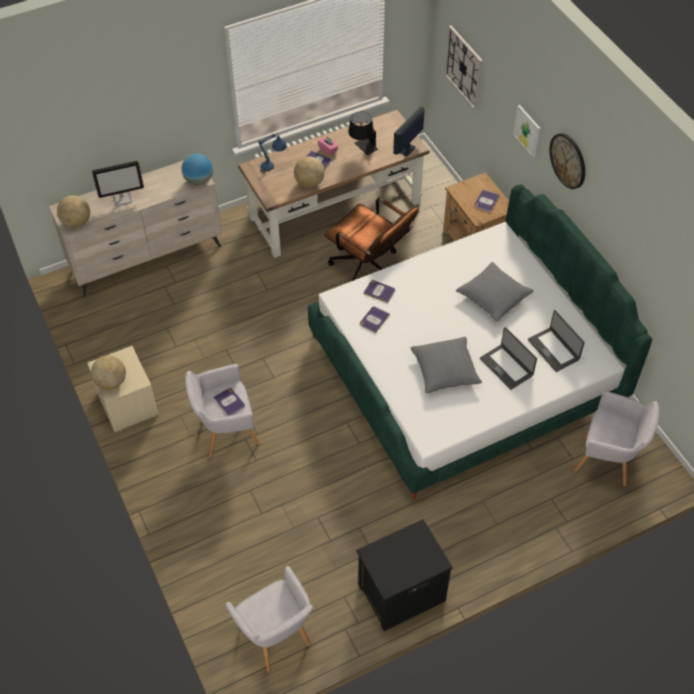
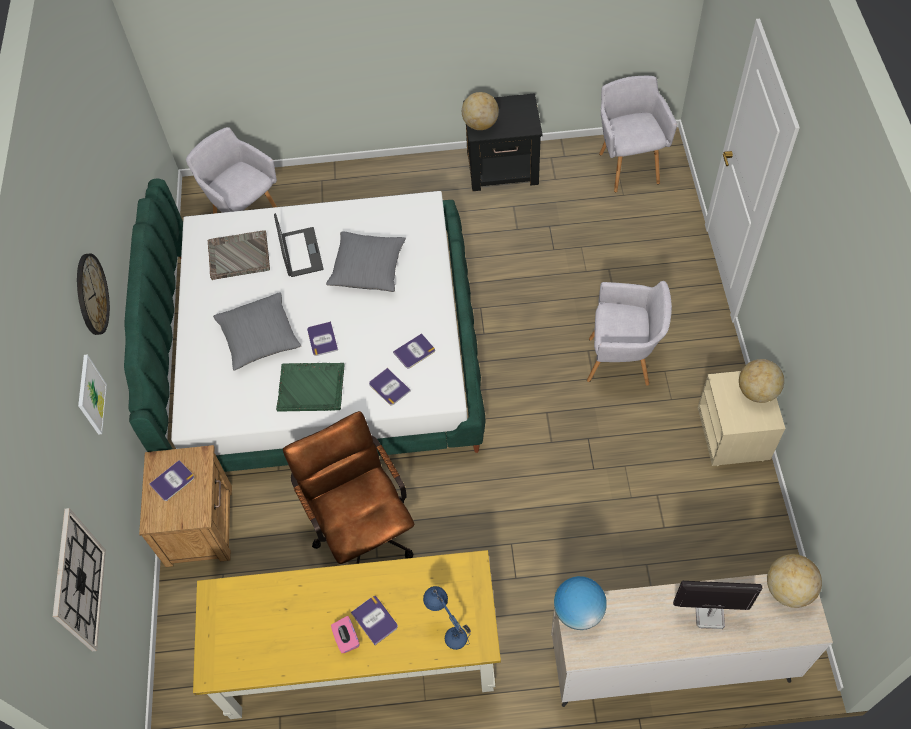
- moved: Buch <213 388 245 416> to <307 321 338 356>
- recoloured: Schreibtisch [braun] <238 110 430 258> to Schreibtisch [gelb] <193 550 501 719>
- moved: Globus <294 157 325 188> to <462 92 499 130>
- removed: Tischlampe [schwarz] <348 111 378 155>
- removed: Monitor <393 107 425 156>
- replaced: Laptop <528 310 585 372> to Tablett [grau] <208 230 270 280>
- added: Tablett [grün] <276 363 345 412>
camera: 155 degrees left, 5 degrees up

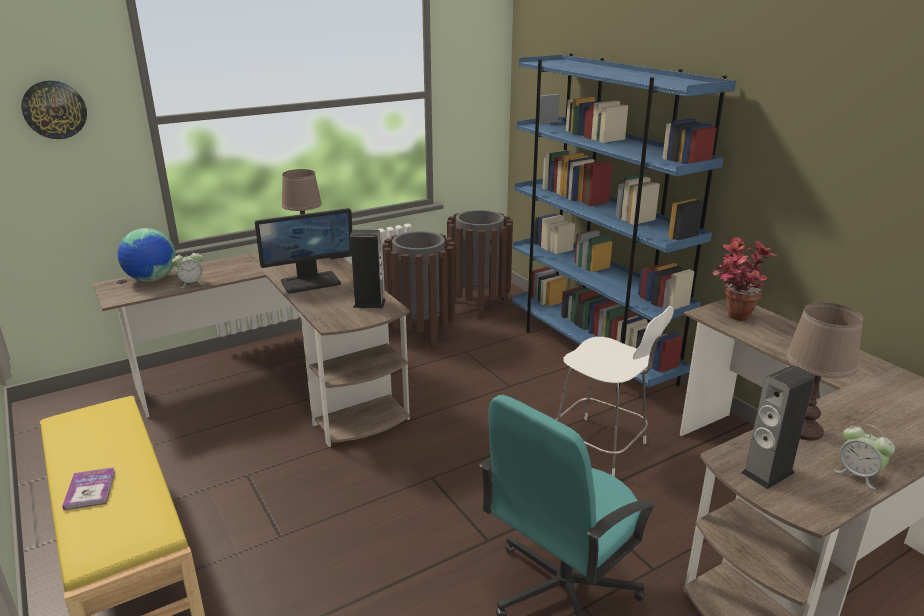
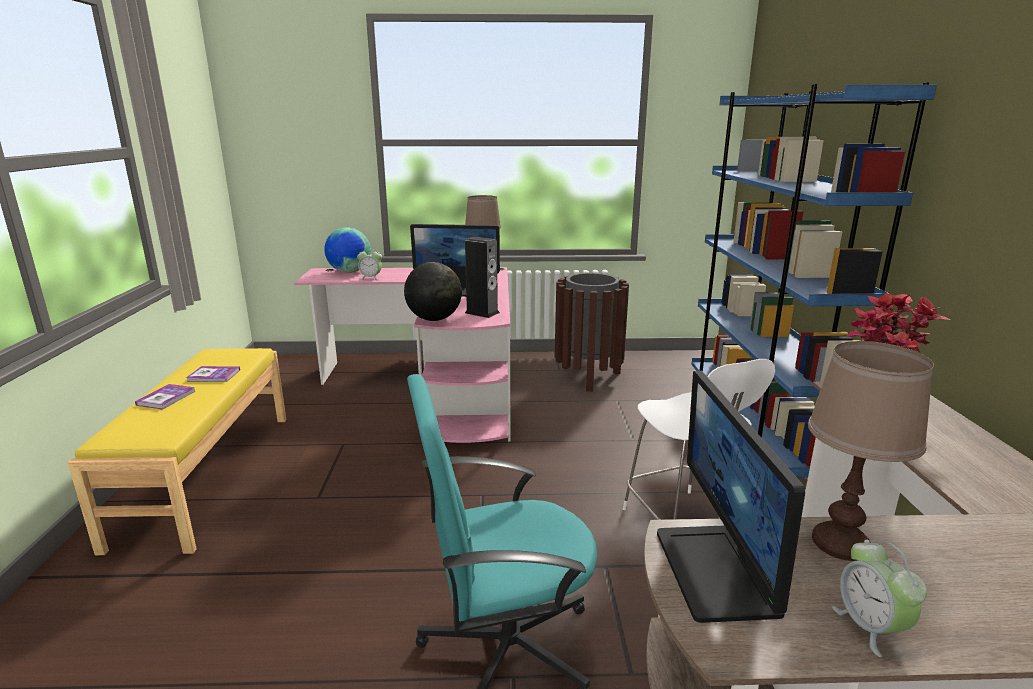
- removed: Wanduhr <21 80 87 139>
- recoloured: Schreibtisch [braun] <93 252 410 447> to Schreibtisch [rosa] <294 267 511 443>
- removed: Mülleimer [braun] <447 210 513 319>
- replaced: Lautsprecher <741 365 815 489> to Monitor <657 371 805 623>
- added: Buch <186 366 240 382>
- added: Globus <404 262 462 321>
camera: 30 degrees right, 5 degrees down

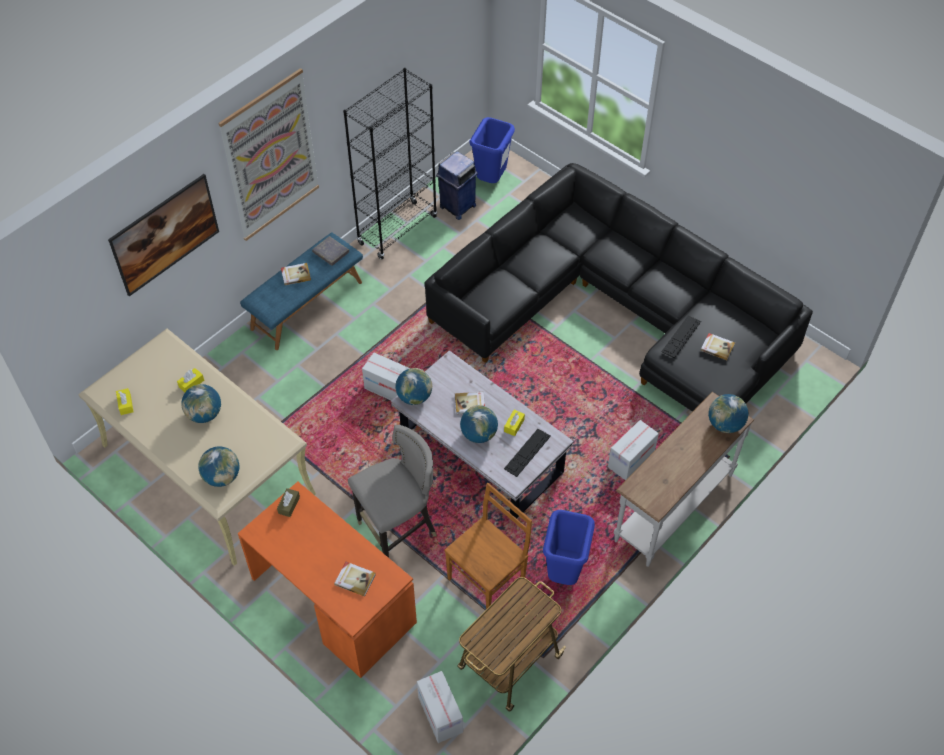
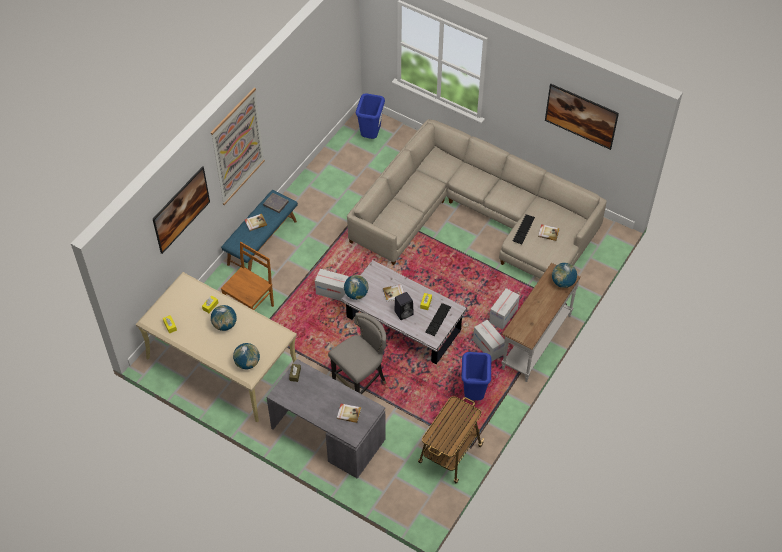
- recoloured: Schreibtisch [orange] <238 482 417 678> to Schreibtisch [grau] <266 359 386 479>
- removed: Bücherregal [schwarz] <343 68 437 259>
- moved: Karton <417 671 463 743> to <473 320 505 362>
- recoloured: Sofa [schwarz] <425 163 813 412> to Sofa [beige] <347 119 607 279>
- removed: Mülleimer [blau] <436 151 478 220>
- moved: Stuhl [braun] <444 483 532 609> to <221 242 274 310>
- replaced: Globus <460 405 498 443> to Lautsprecher [schwarz] <394 292 413 320>
- added: Bild <545 84 619 150>
camera: 10 degrees left, 0 degrees up

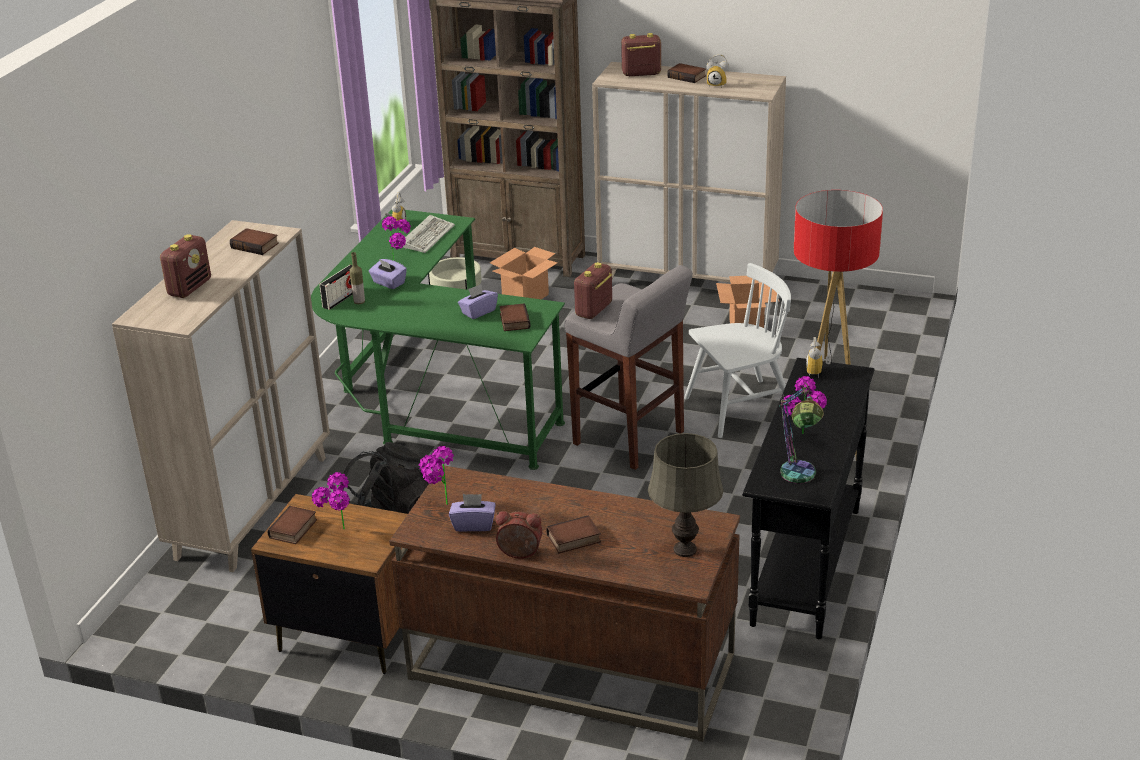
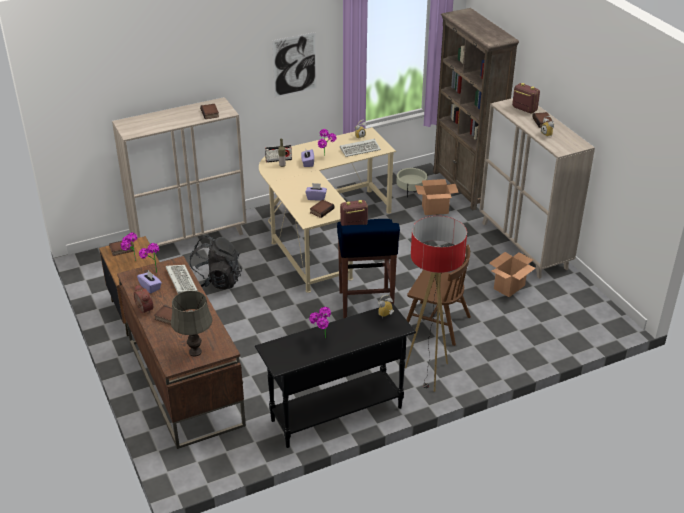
- removed: Radio <160 234 211 298>
- recoloured: Schreibtisch [grün] <311 210 565 470> to Schreibtisch [beige] <259 127 396 293>
- recoloured: Hocker [grau] <565 265 693 470> to Hocker [blau] <337 219 400 318>
- recoloured: Stuhl [weiß] <684 263 791 438> to Stuhl [braun] <406 245 471 346>
- removed: Tischlampe <779 382 824 484>
- added: Tastatur <166 265 198 294>
- added: Bild <272 32 317 97>
camera: 45 degrees right, 5 degrees up

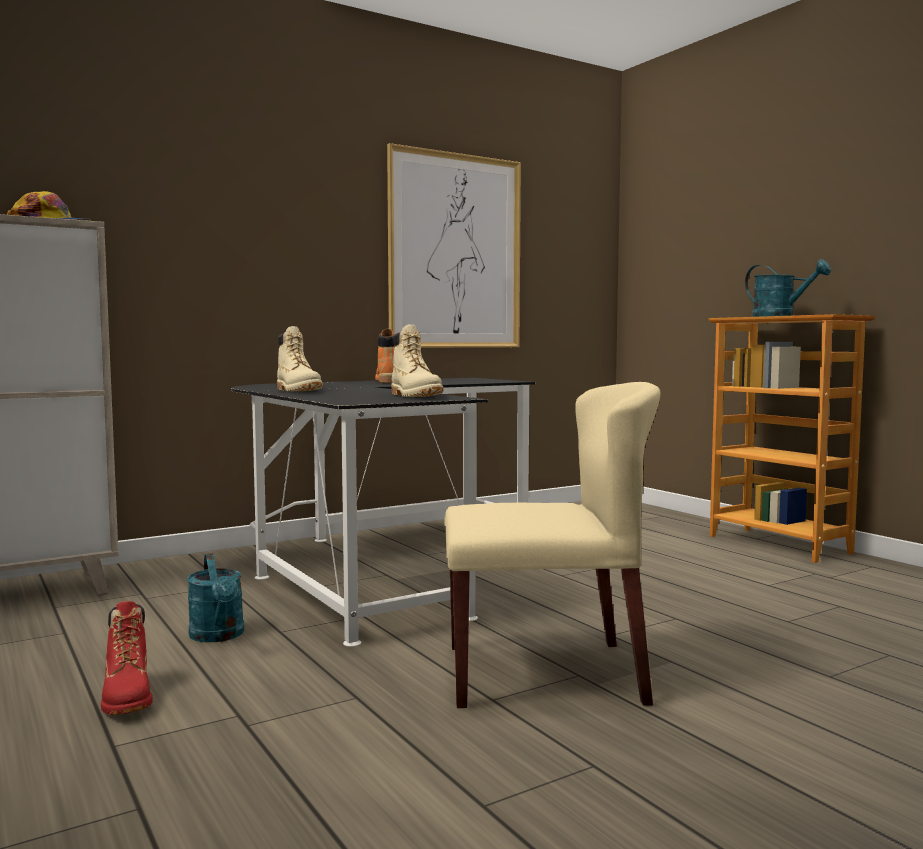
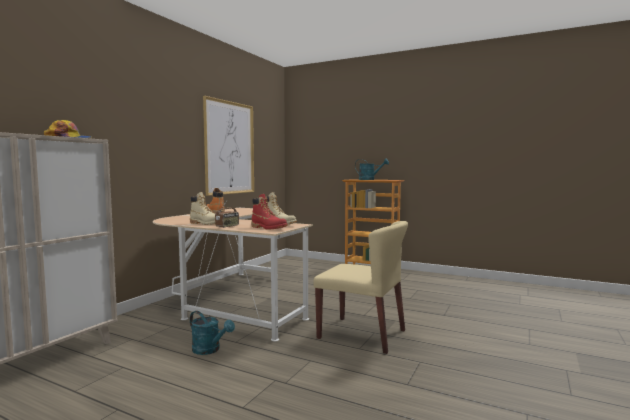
- moved: Stiefel [rot] <101 601 153 715> to <251 194 288 230>
- recoloured: Schreibtisch [schwarz] <231 378 535 647> to Schreibtisch [beige] <153 208 313 342>
- turned: Stuhl [beige] <444 382 661 708> = <313 221 408 354> 60 degrees clockwise
- added: Radio <215 201 239 228>
camera: 30 degrees left, 0 degrees up

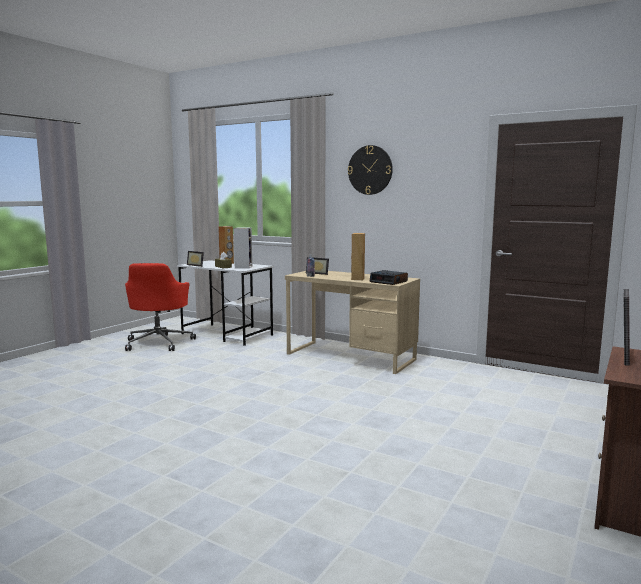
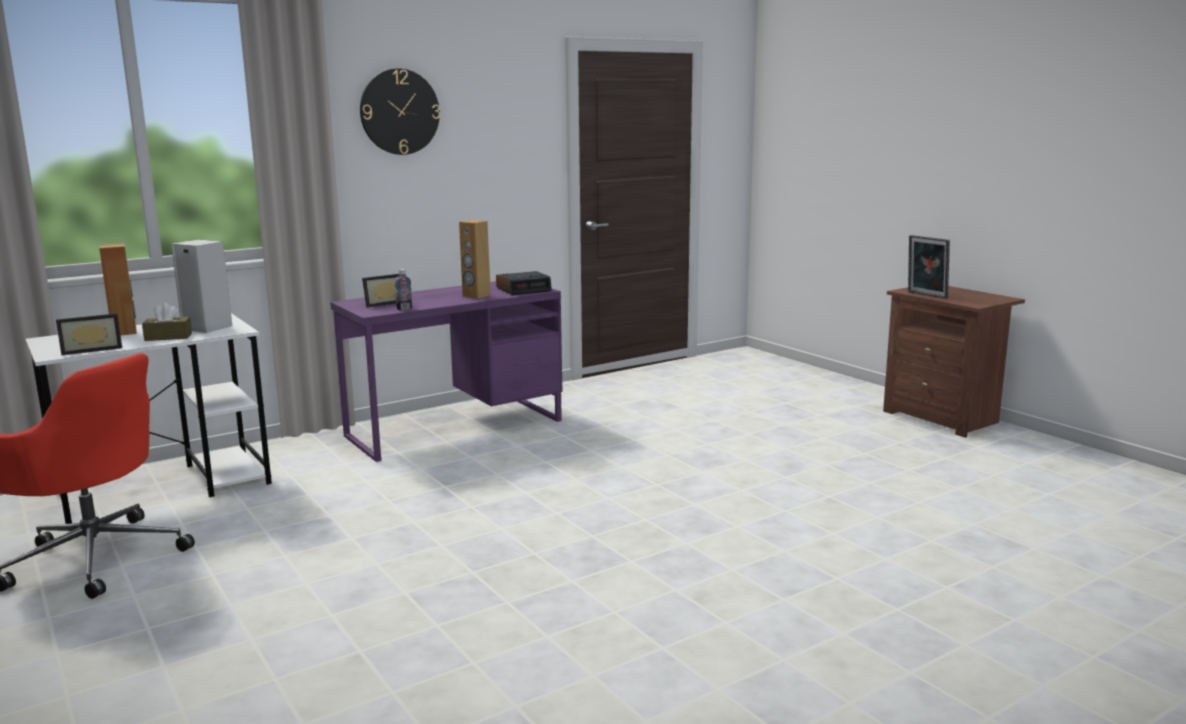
- recoloured: Schreibtisch [beige] <285 271 420 374> to Schreibtisch [lila] <330 281 563 462>
camera: 65 degrees left, 5 degrees up

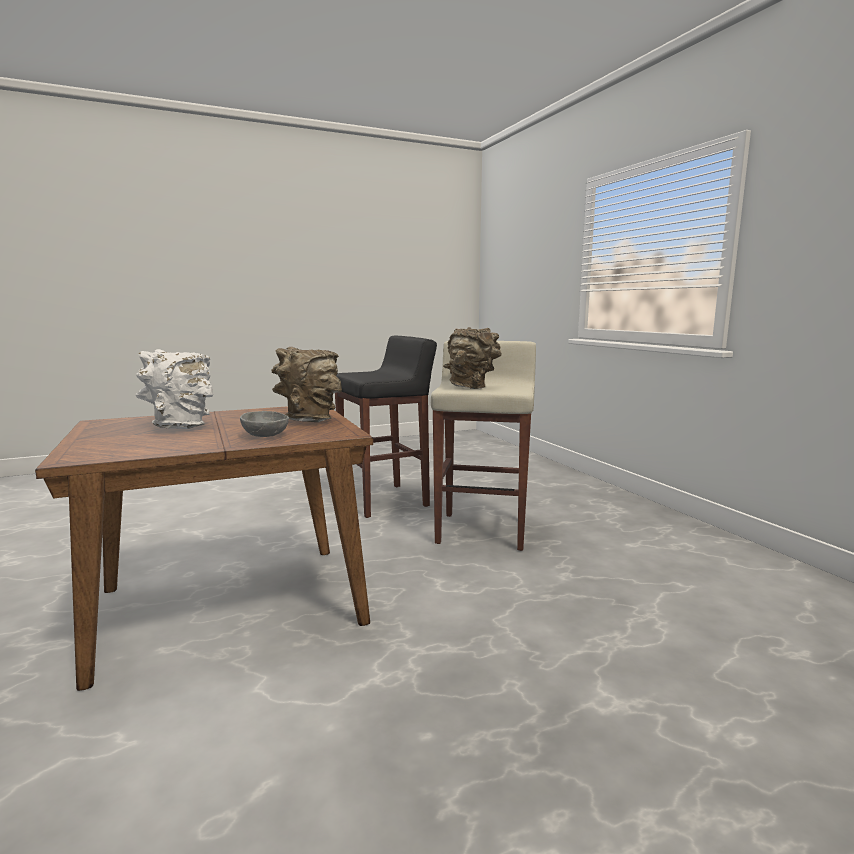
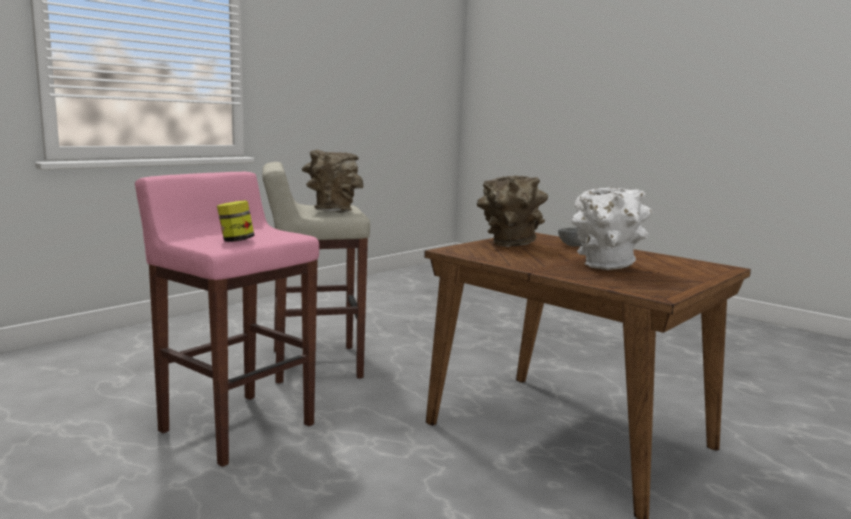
- recoloured: Hocker [schwarz] <335 336 437 518> to Hocker [rosa] <135 172 319 467>
- added: Vorratsglas <217 200 255 242>
camera: 115 degrees left, 0 degrees up

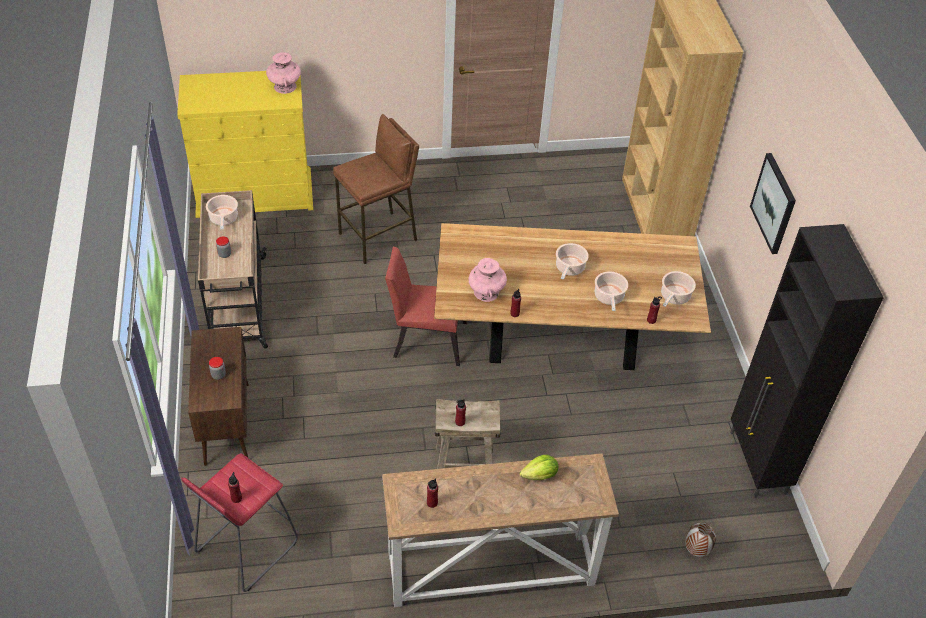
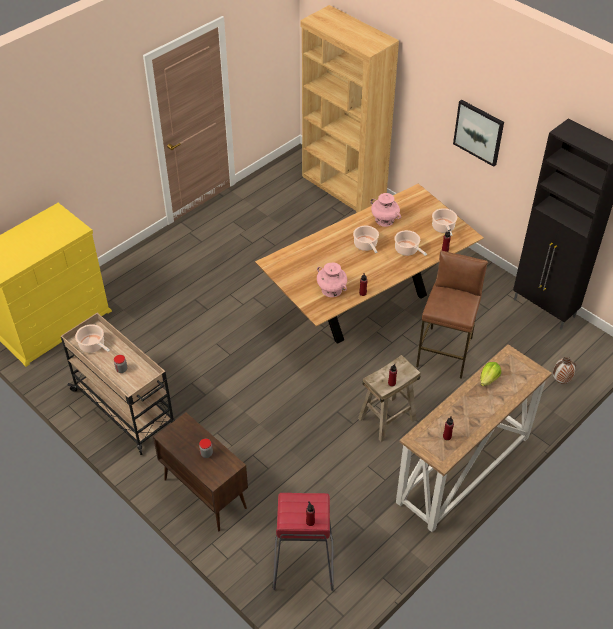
- moved: Vase [rosa] <266 52 301 94> to <371 193 401 227>
- moved: Hocker [braun] <333 114 419 264> to <416 251 488 379>
- removed: Stuhl [rot] <385 247 467 366>
camera: 35 degrees left, 0 degrees up

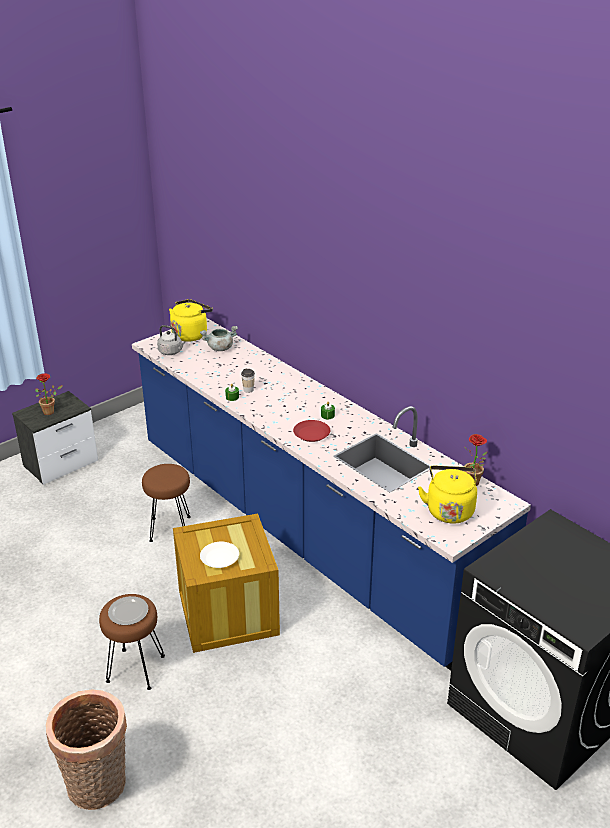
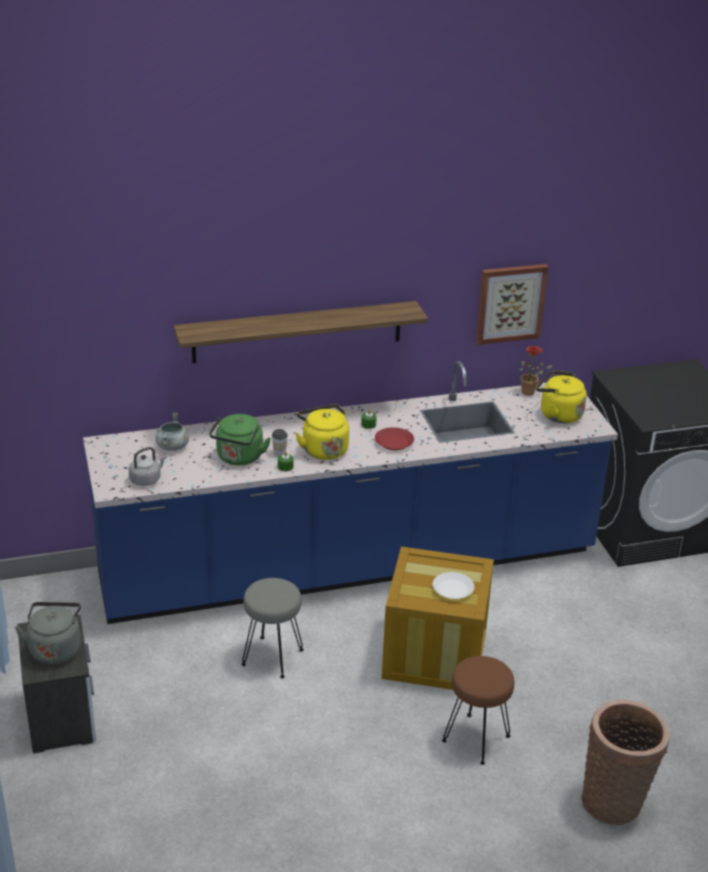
- replaced: Topfpflanze <35 374 63 415> to Wasserkessel [grau] <15 602 81 665>
- removed: Teller <108 596 148 625>
- recoloured: Hocker [braun] <142 464 191 542> to Hocker [grau] <241 578 304 678>
- moved: Wasserkessel [gelb] <169 299 213 342> to <295 404 349 460>
- added: Wandregal <174 301 428 363>
- added: Wasserkessel [grün] <209 414 271 465>
- added: Bild <476 264 548 345>
camera: 65 degrees left, 0 degrees up

